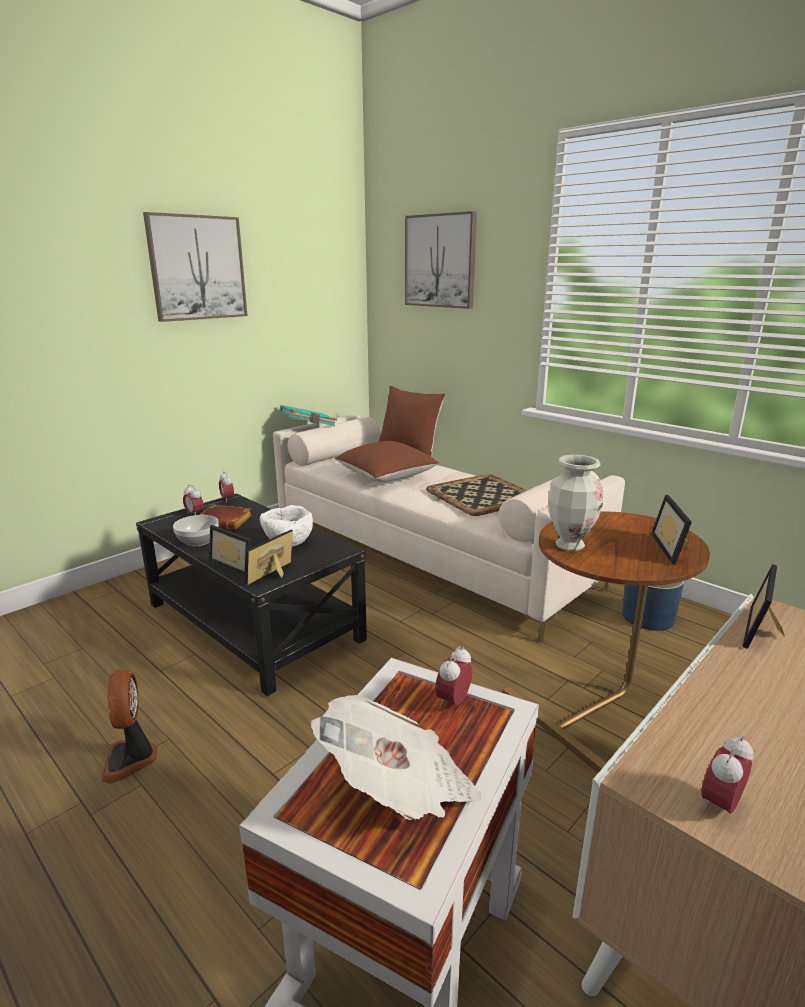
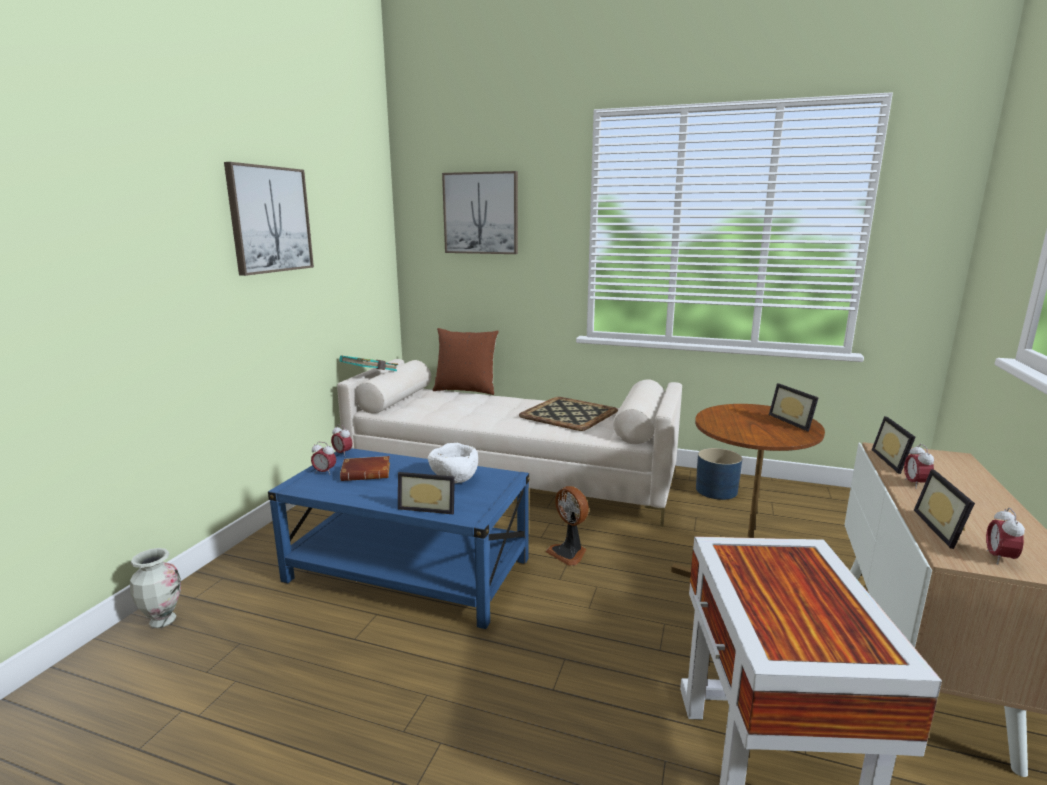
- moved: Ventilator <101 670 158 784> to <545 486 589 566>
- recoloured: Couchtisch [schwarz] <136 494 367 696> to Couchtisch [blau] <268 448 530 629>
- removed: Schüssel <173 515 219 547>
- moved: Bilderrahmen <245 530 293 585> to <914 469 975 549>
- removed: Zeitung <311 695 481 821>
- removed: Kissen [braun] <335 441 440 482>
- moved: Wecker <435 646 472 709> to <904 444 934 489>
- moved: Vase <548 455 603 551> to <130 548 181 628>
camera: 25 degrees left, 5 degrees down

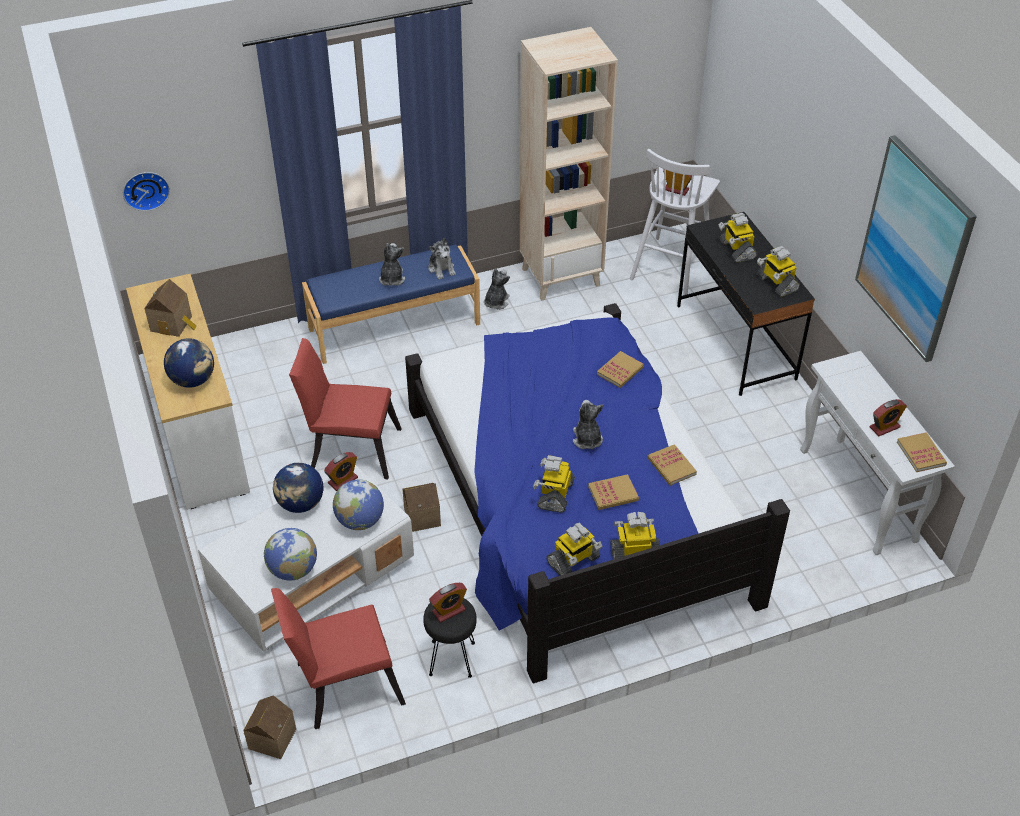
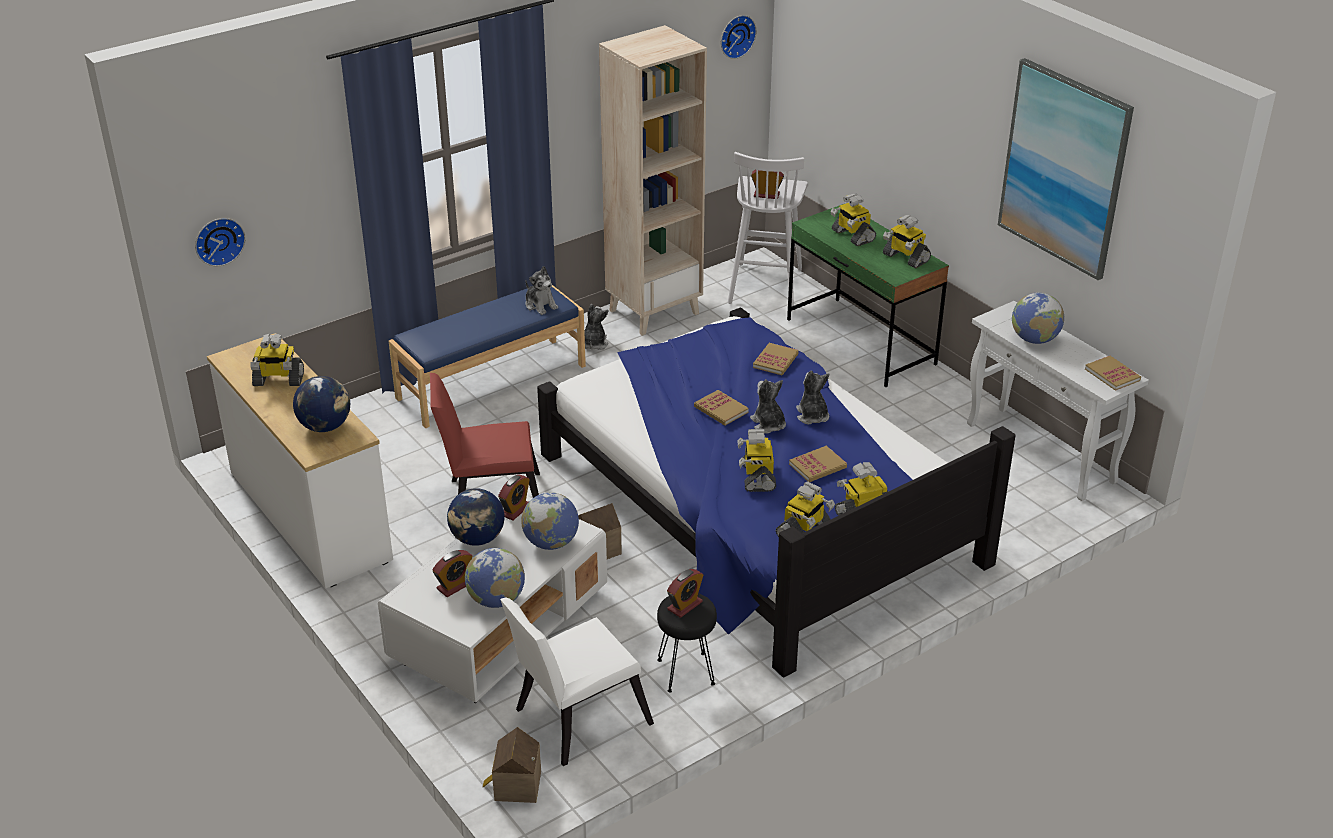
- replaced: Spielzeughaus <144 279 197 337> to Spielzeugroboter <250 333 304 386>
- recoloured: Stuhl [rot] <271 588 406 729> to Stuhl [weiß] <500 597 654 766>
- moved: Plüschtier <379 243 405 286> to <796 370 829 424>
- moved: Buch <648 444 697 486> to <694 390 749 426>
- recoloured: Schreibtisch [schwarz] <677 212 815 396> to Schreibtisch [grün] <787 204 949 387>
- moved: Wecker <870 399 907 436> to <432 550 472 597>
- added: Wanduhr <721 15 757 59>
- added: Globus <1012 293 1064 344>
camera: 15 degrees left, 10 degrees down

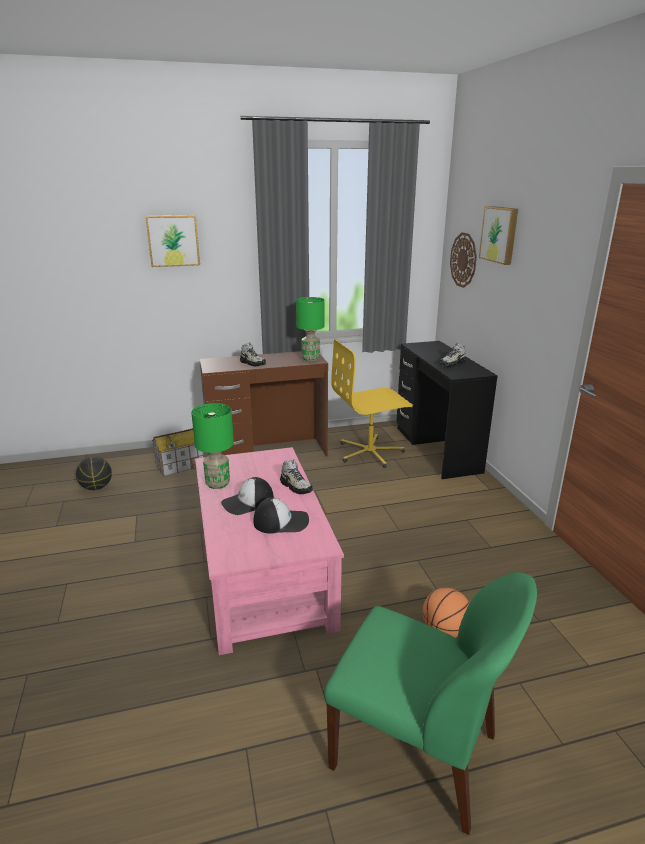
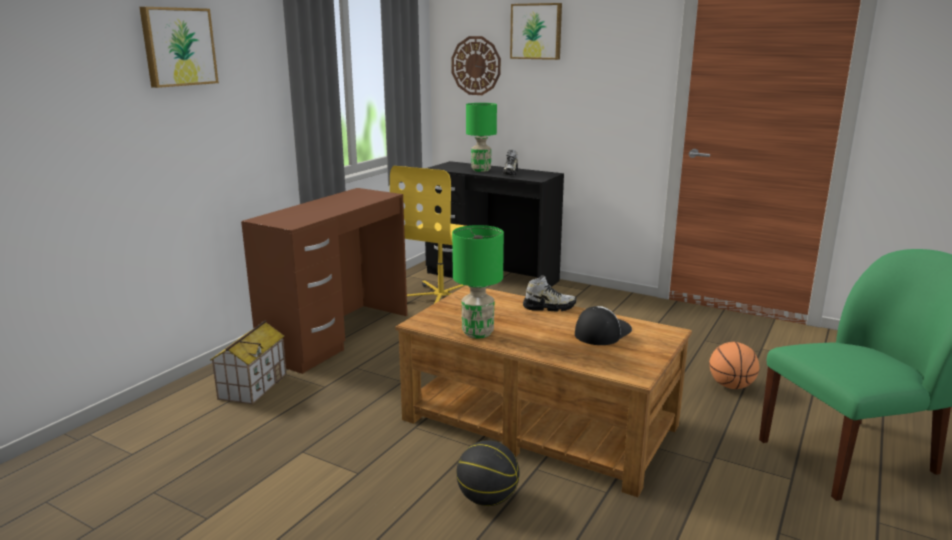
- moved: Basketball <76 457 112 490> to <456 440 519 506>
- recoloured: Couchtisch [rosa] <195 447 344 655> to Couchtisch [braun] <395 285 692 497>
- removed: Kappe <221 477 274 515>
- removed: Schuh <240 342 266 366>
- moved: Tischlampe [grün] <296 297 325 361> to <466 103 497 172>
camera: 45 degrees left, 5 degrees down

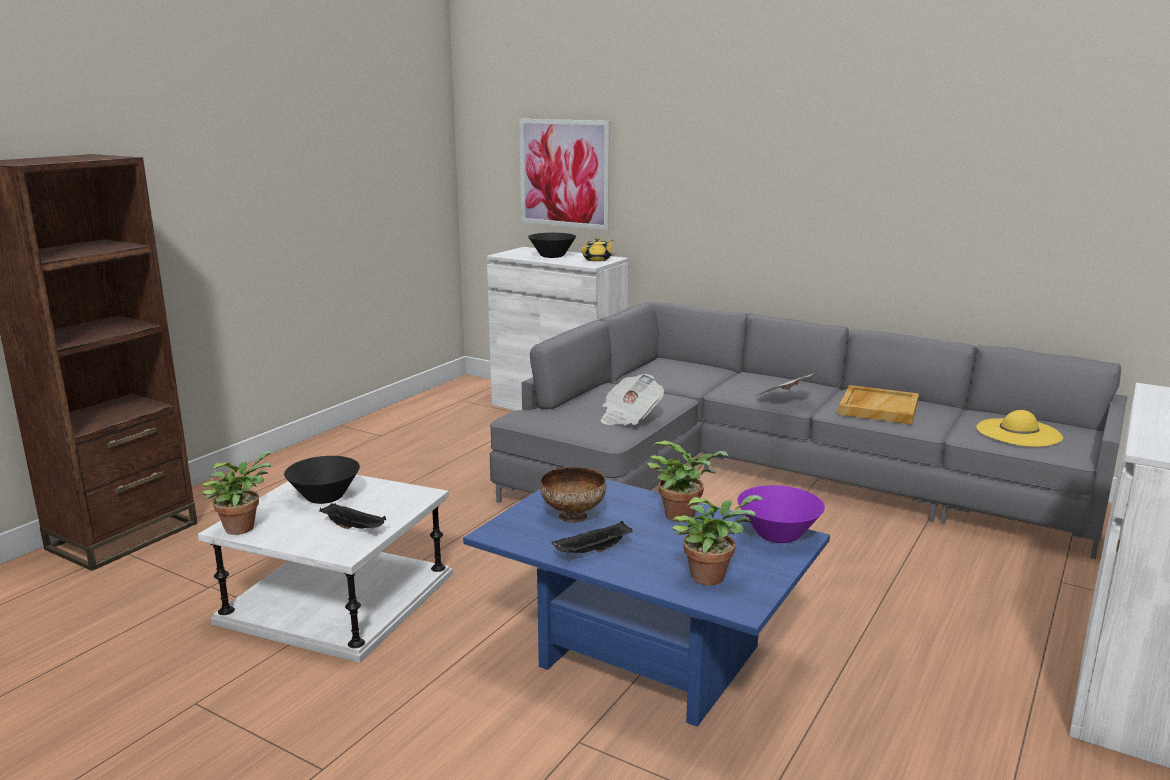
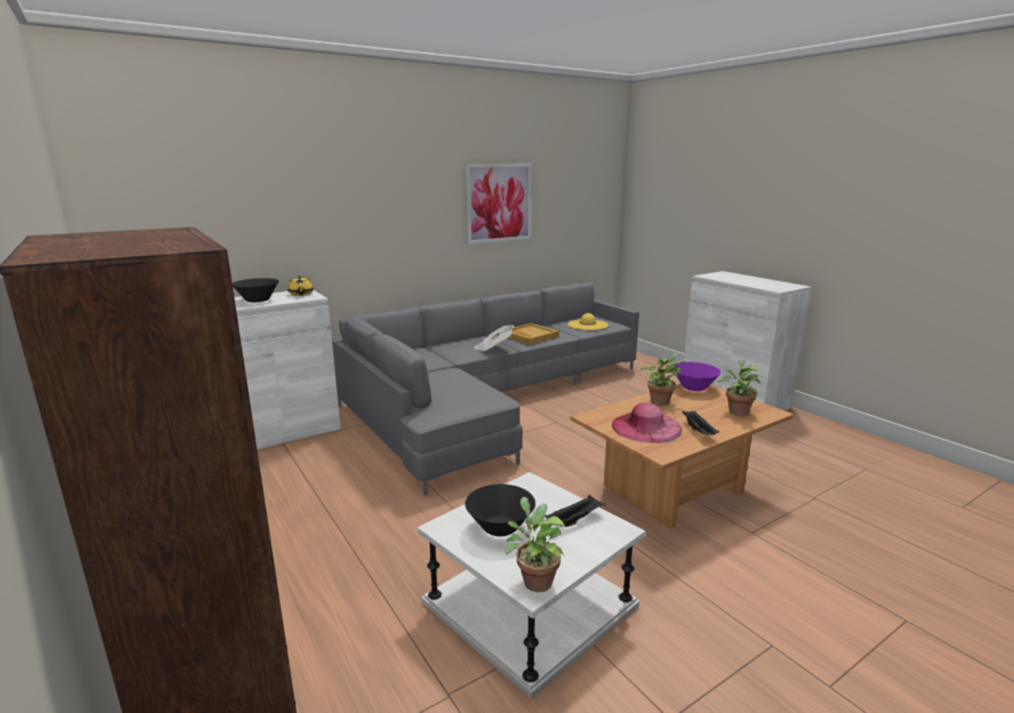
- recoloured: Couchtisch [blau] <463 479 830 727> to Couchtisch [braun] <570 384 794 528>
- moved: Bild <519 119 610 230> to <466 164 532 244>
- replaced: Schüssel <540 467 606 523> to Hut [rosa] <612 403 682 443>
- removed: Zeitung <600 374 664 425>
camera: 65 degrees left, 0 degrees up

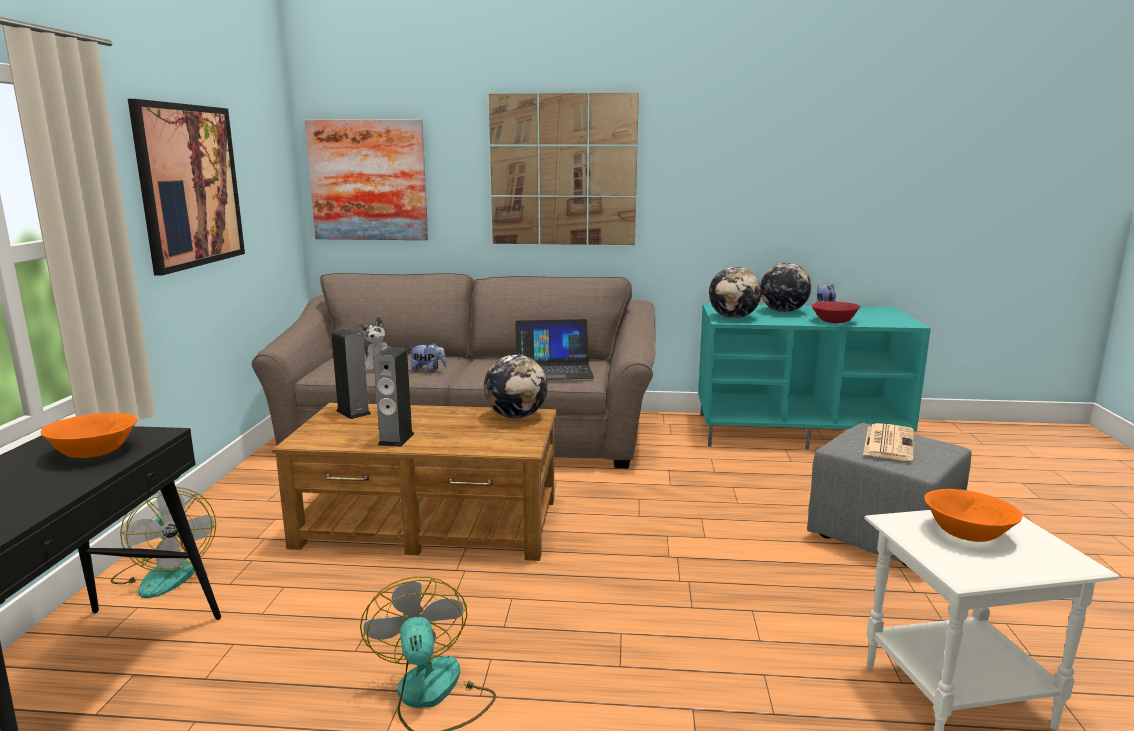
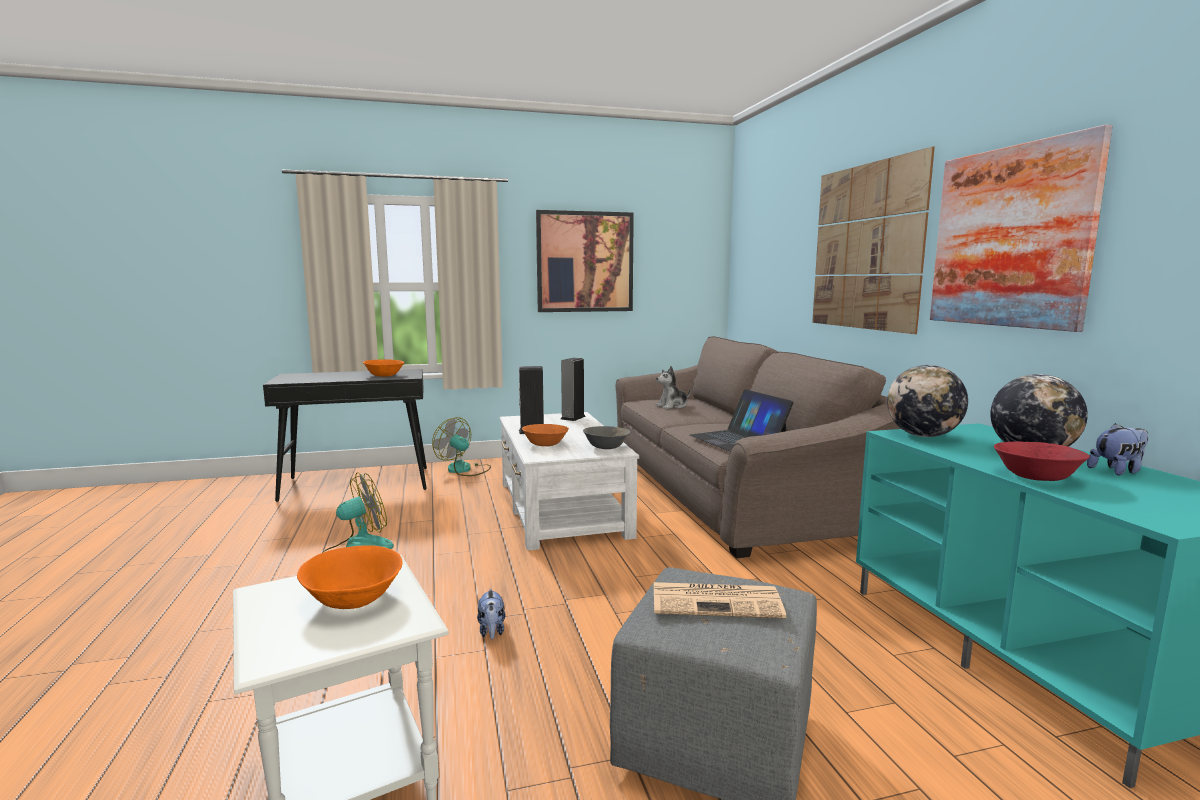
- turned: Ventilator <110 487 216 598> = <432 417 491 476> 90 degrees clockwise
- recoloured: Couchtisch [braun] <272 403 556 561> to Couchtisch [weiß] <500 412 639 551>
- moved: Bild <305 119 428 240> to <930 124 1112 332>
- moved: Plüschtier <409 342 447 373> to <477 588 505 639>
- replaced: Globus <484 355 548 419> to Schüssel [grau] <583 426 630 449>
- added: Schüssel [orange] <522 424 569 446>
camera: 70 degrees right, 5 degrees down

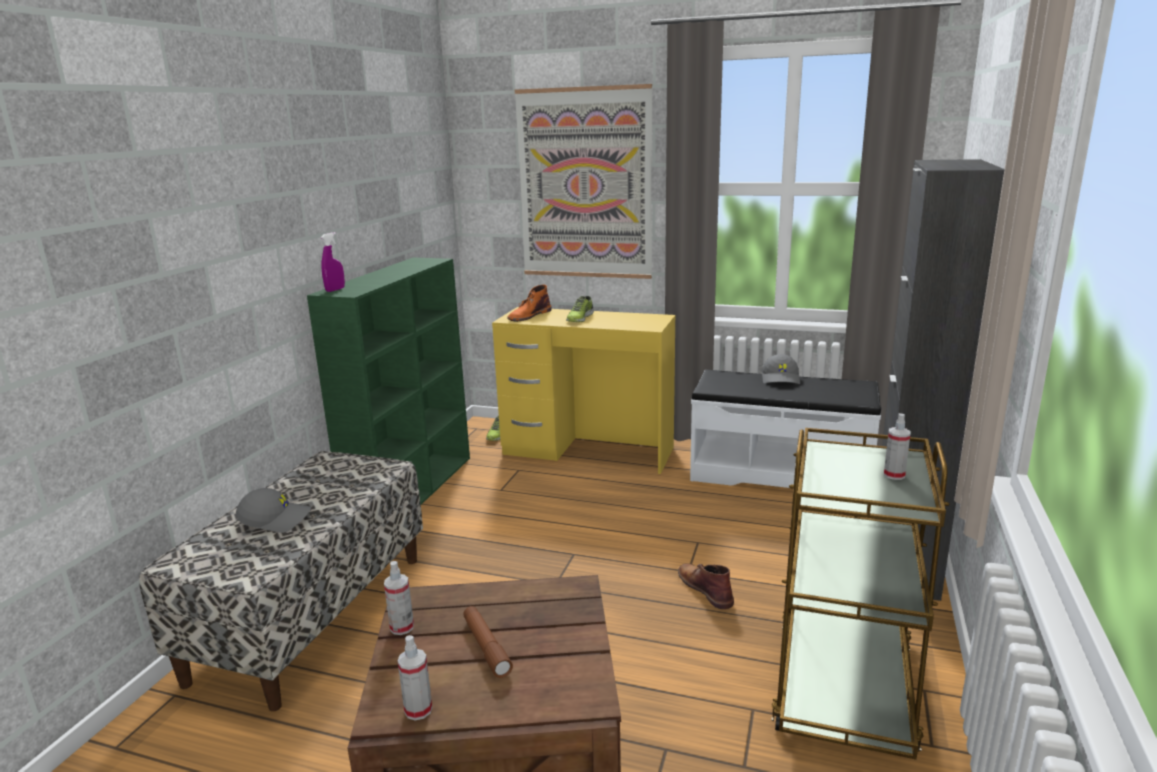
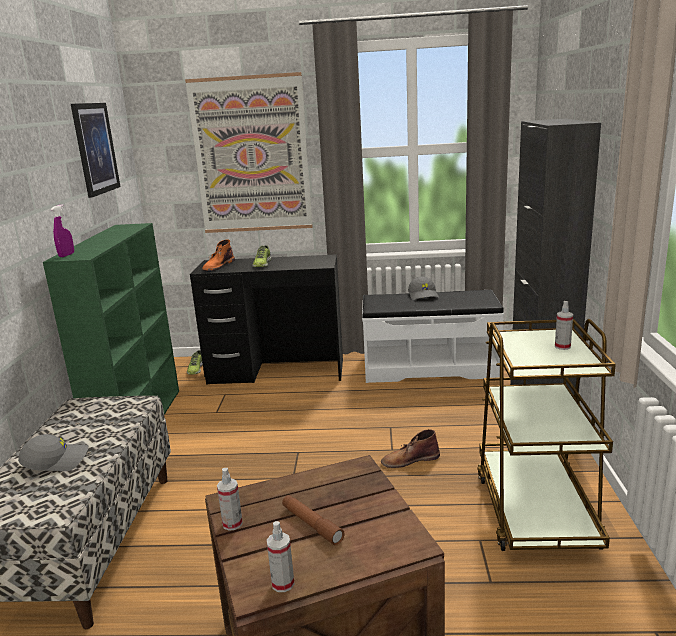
- recoloured: Schreibtisch [gelb] <492 307 675 474> to Schreibtisch [schwarz] <190 254 343 384>
- turned: Stiefel [braun] <678 563 734 609> = <381 429 440 468> 60 degrees counterclockwise
- added: Bild <71 103 120 198>
camera: 15 degrees left, 0 degrees up

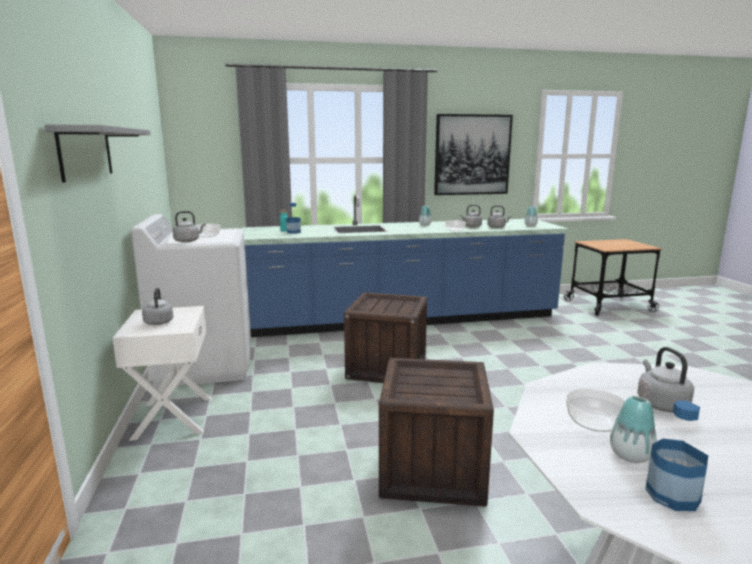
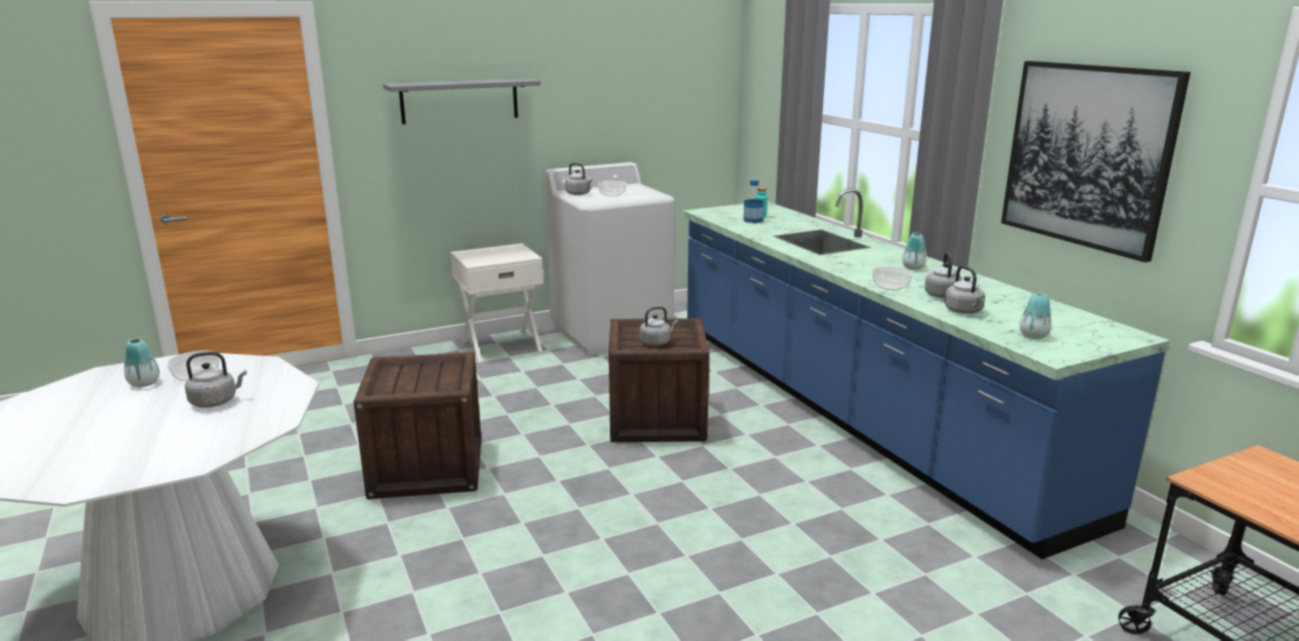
- moved: Wasserkessel [grau] <142 288 174 325> to <640 306 678 346>
- removed: Flasche <645 400 708 511>
camera: 75 degrees right, 5 degrees up

